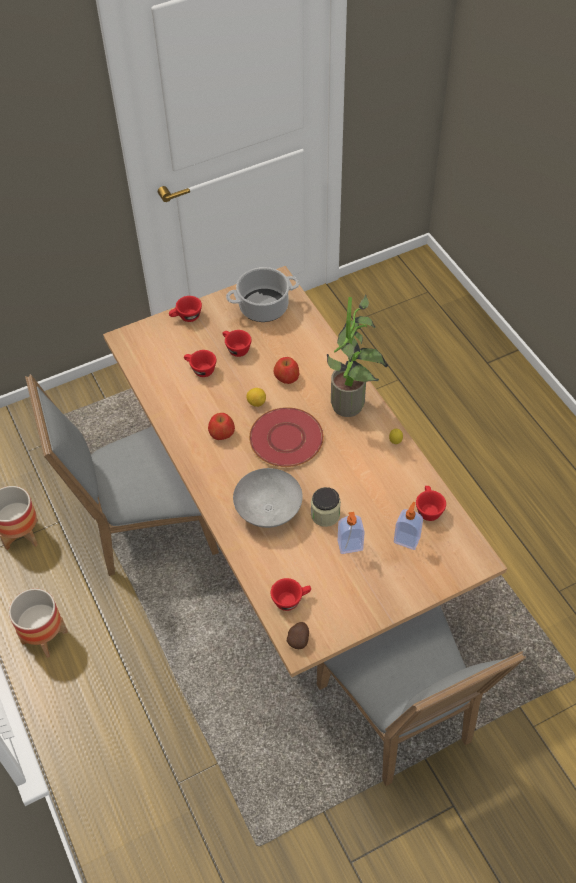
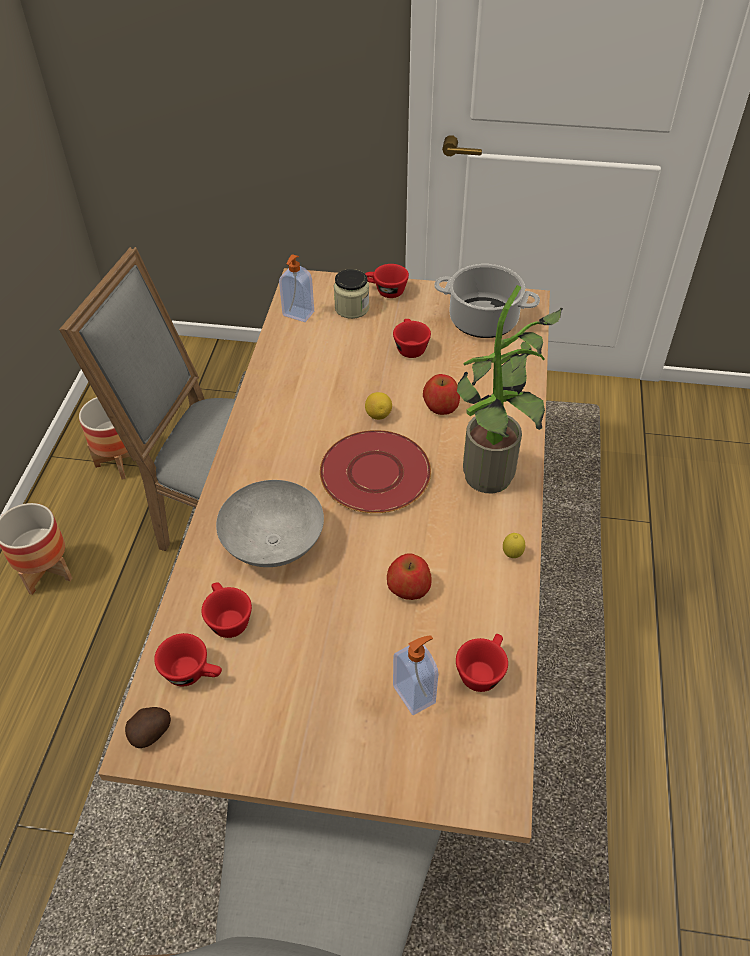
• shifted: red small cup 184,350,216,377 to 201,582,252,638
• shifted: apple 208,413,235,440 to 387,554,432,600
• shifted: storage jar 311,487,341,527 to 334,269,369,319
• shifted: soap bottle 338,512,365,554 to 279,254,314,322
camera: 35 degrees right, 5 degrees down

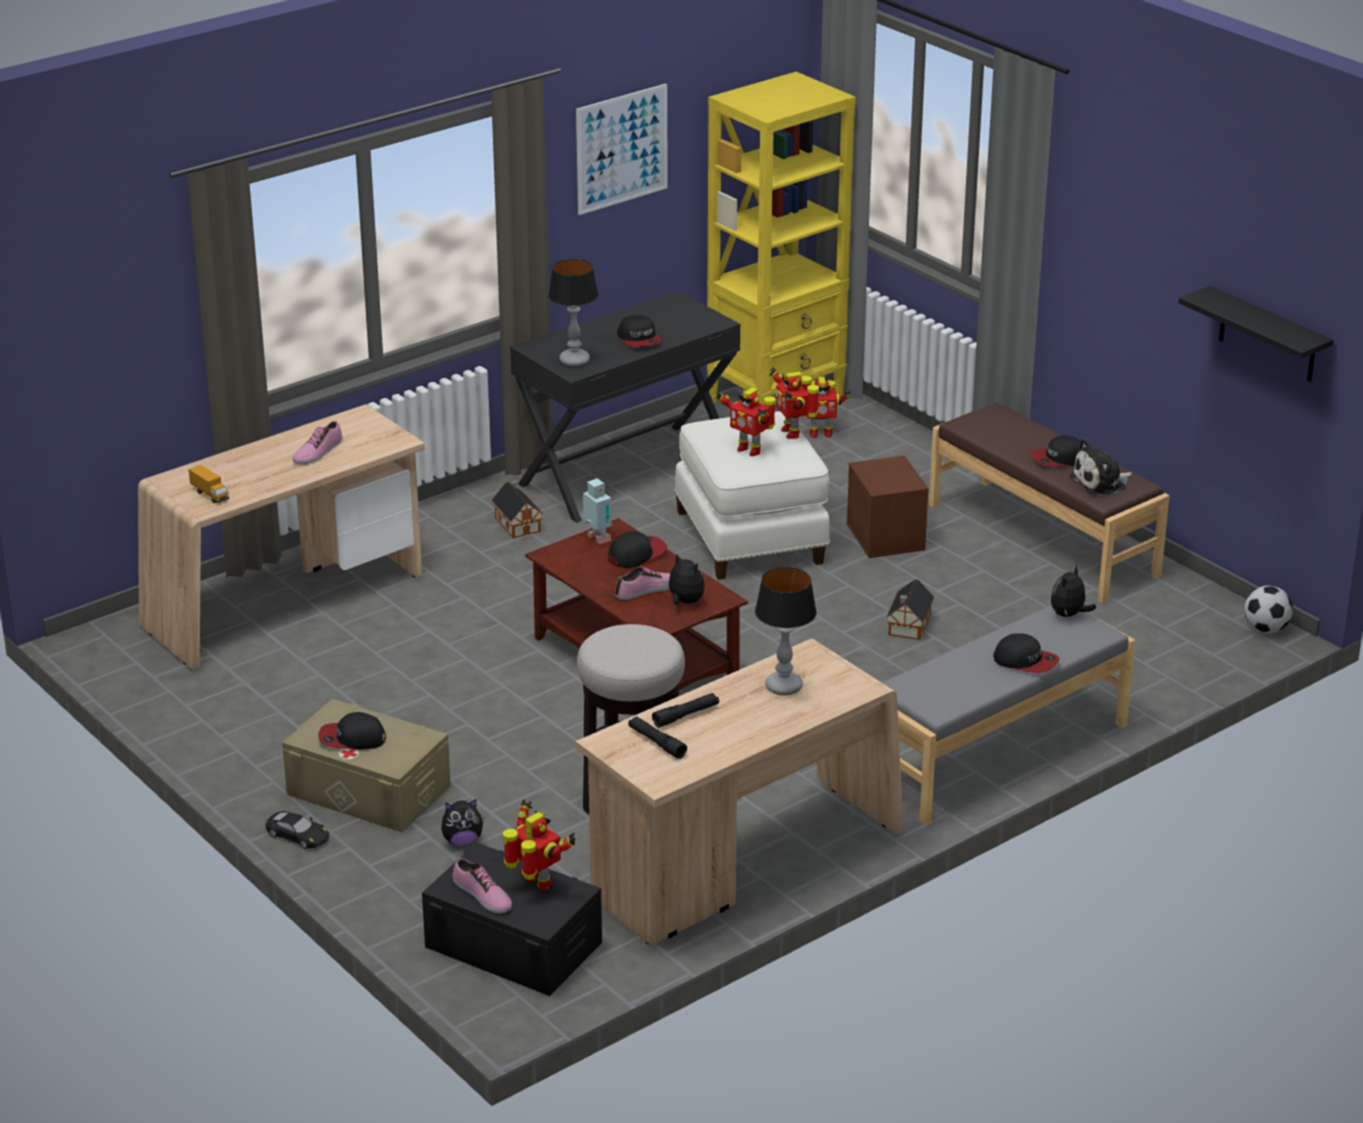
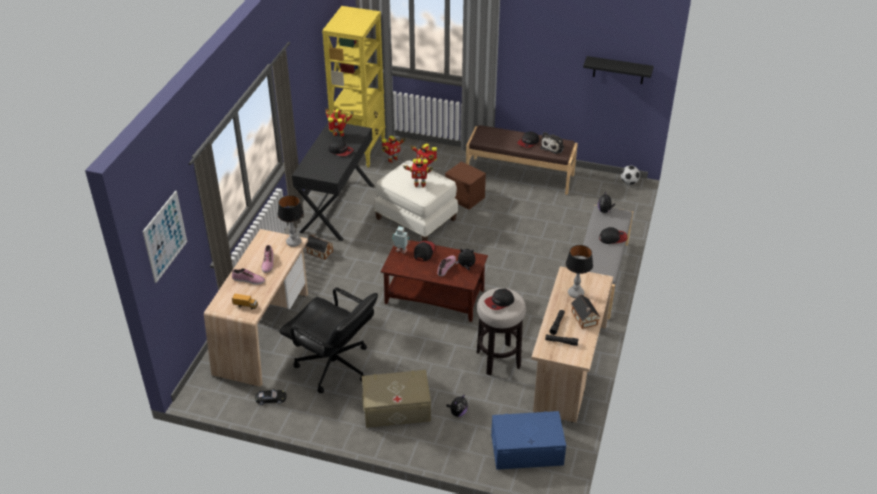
• shifted: black-coloured toy car 265,811,329,849 to 255,389,287,405
• shifted: cap 318,712,386,750 to 484,289,514,310
• repainted: black-coloured storage bin 422,843,602,996 to blue storage bin 491,411,566,470
• shifted: low shoe 452,858,512,913 to 232,268,265,285
• shifted: toy robot 503,799,575,891 to 325,107,354,137
• shifted: tabletop lamp 548,259,598,367 to 278,195,304,247
• shifted: wall art 576,84,668,215 to 142,191,187,283
• shifted: miniature house 886,579,934,640 to 571,294,600,329
• new: black-coloured office chair 279,288,378,393
camera: 35 degrees left, 10 degrees up

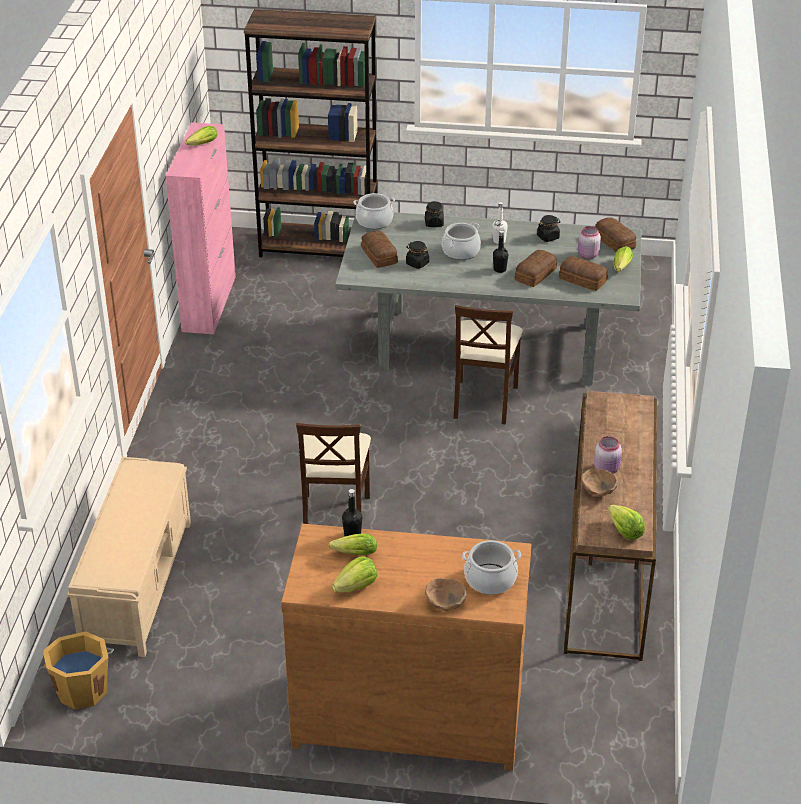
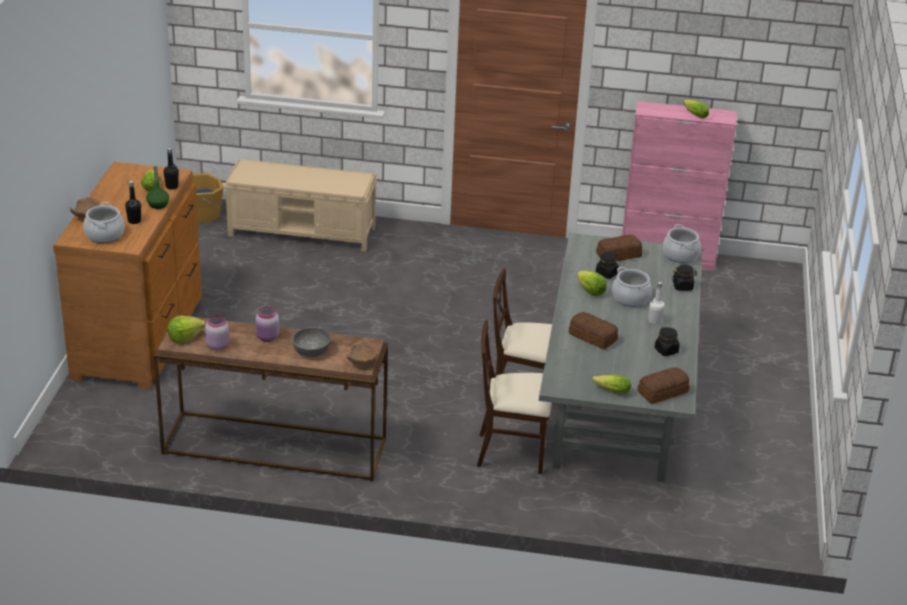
• gone: brown shelving unit 244,9,377,257
• shifted: beige upright chair 296,423,371,524 to 477,320,552,474
• shifted: lettuce head 332,556,377,593 to 576,271,606,296
• shifted: black-coloured beverage bottle 493,230,508,273 to 125,181,141,224
• gone: baked bread 559,256,608,291
• shifted: pinkish storage jar 578,226,601,259 to 205,315,230,351
• shifted: brown bowl 581,469,618,497 to 346,341,377,365
• new: greenish beverage bottle 146,166,169,209
• new: gray bowl 292,327,331,357
camera: 90 degrees right, 5 degrees down

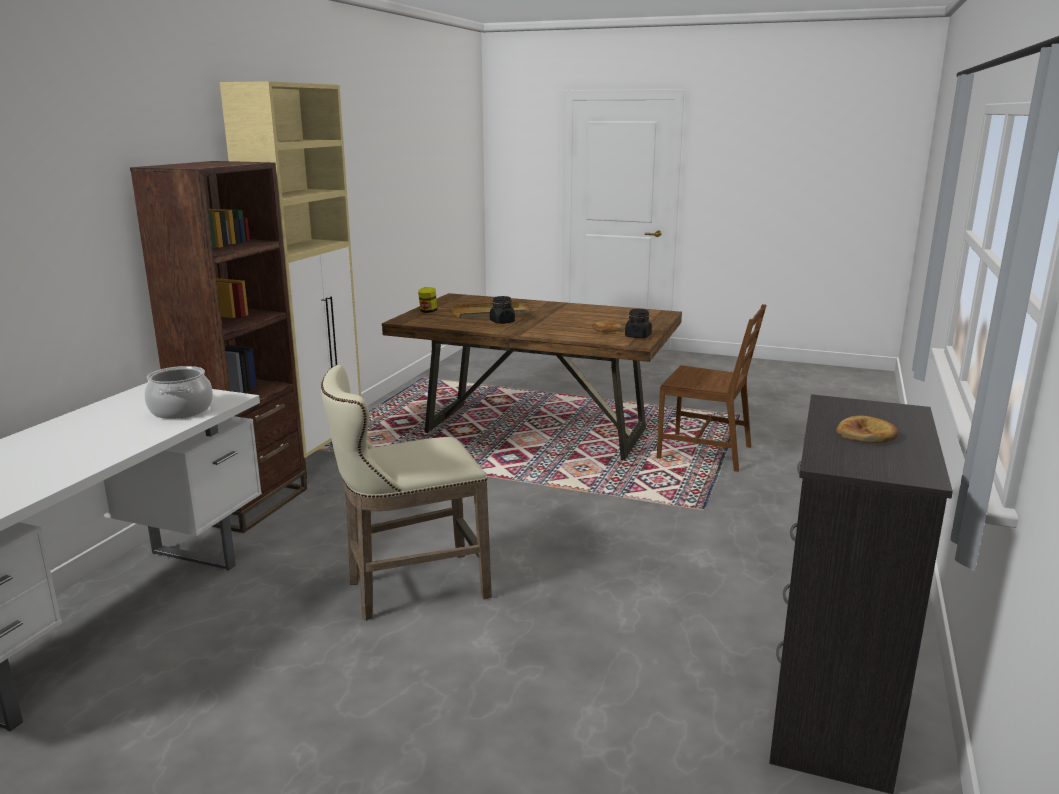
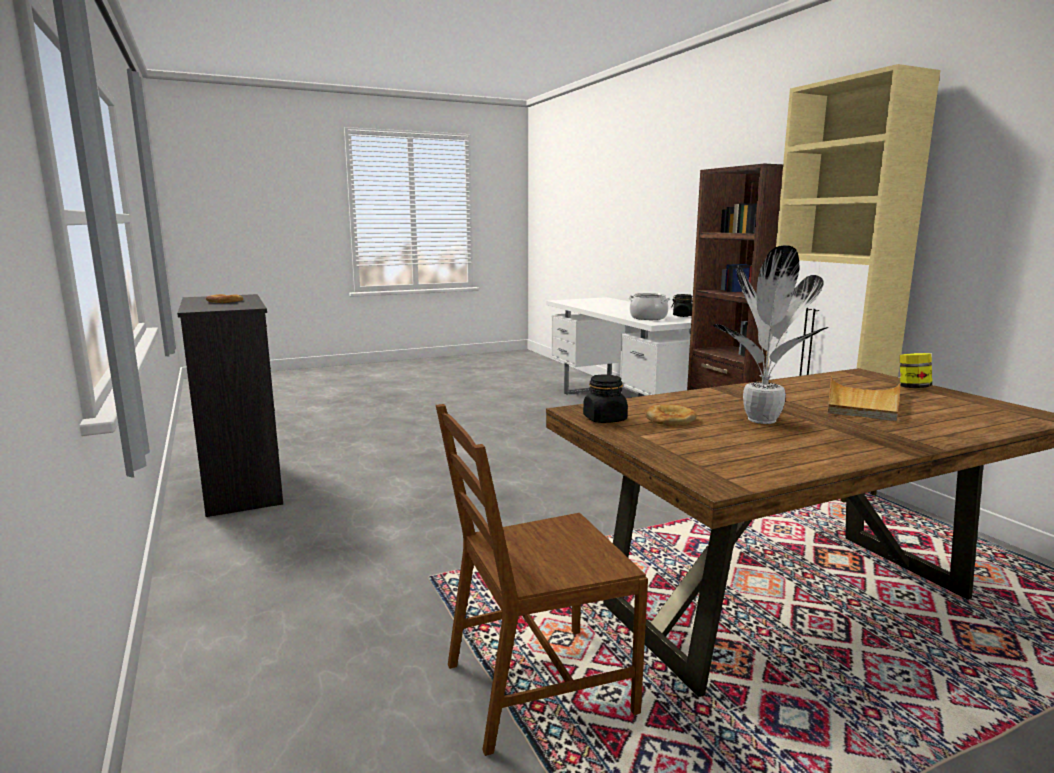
• gone: beige sitting stool 321,365,492,621
• shifted: black-coloured storage jar 490,296,515,324 to 671,294,693,317
• new: potted plant 713,245,829,424
camera: 135 degrees right, 5 degrees down

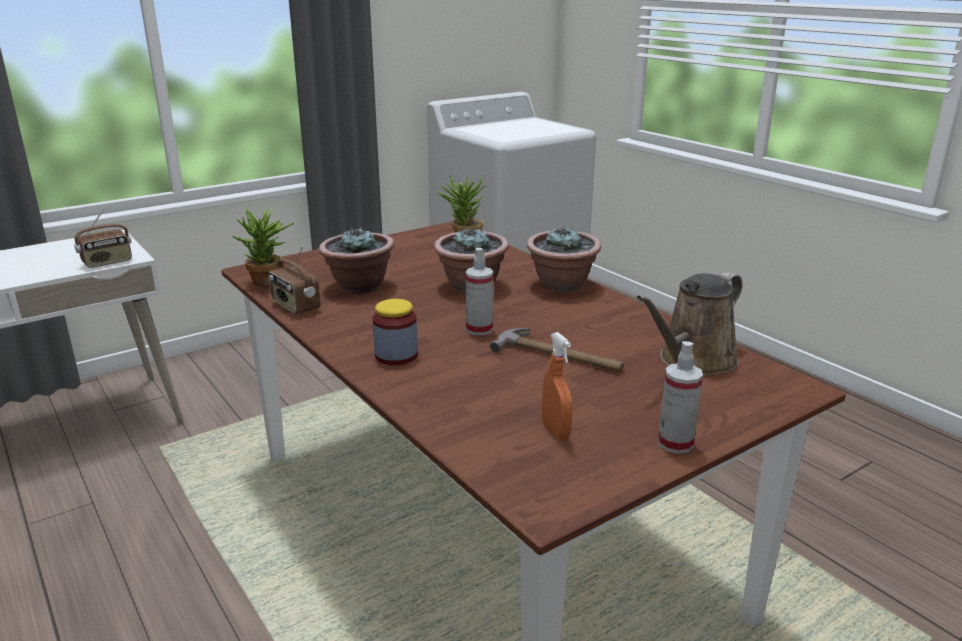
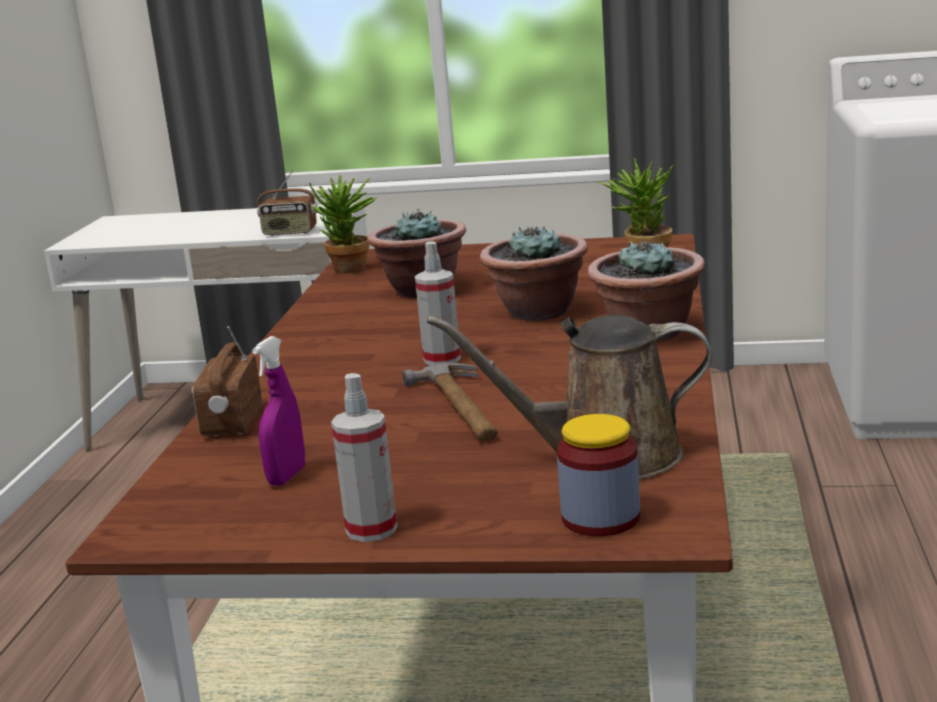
• shifted: radio set 269,246,321,314 to 192,326,262,436
• shifted: storage jar 372,299,418,365 to 557,414,640,536
• repainted: orange hand sprayer 542,332,573,441 to purplish hand sprayer 252,336,305,486
camera: 45 degrees right, 5 degrees down

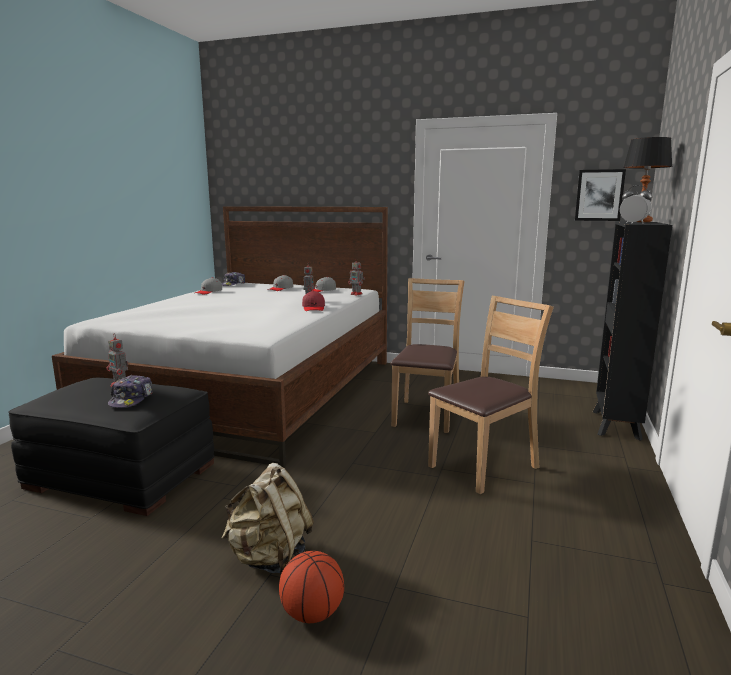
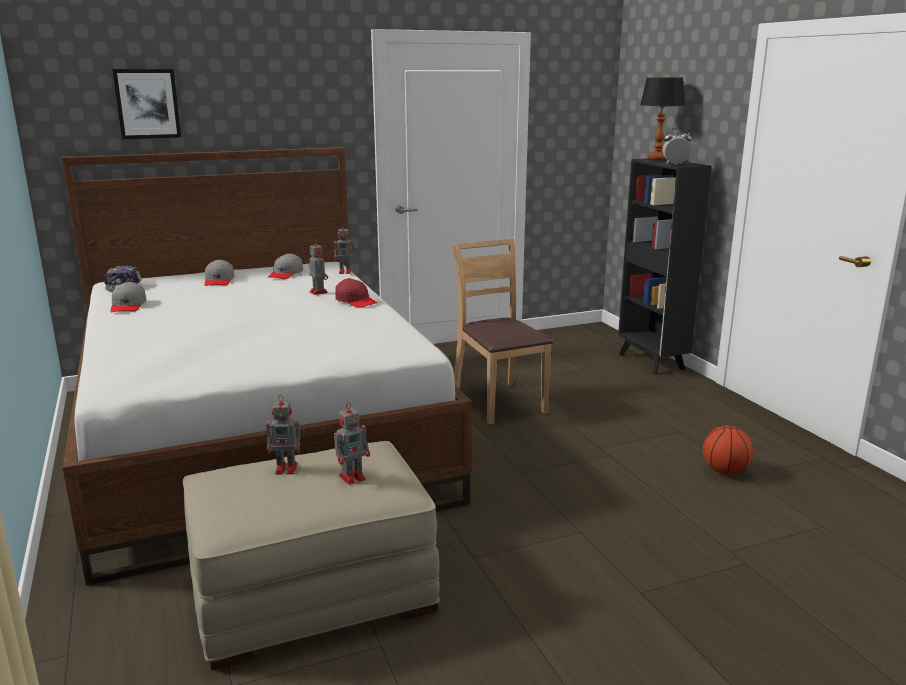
• repainted: black-coloured footrest 8,378,215,516 to beige footrest 183,441,440,670
• swapped: cap 108,375,153,408 to toy robot 334,402,370,485
• gone: beige knapsack 221,463,314,573
• shifted: ball for basketball 279,551,344,623 to 703,426,754,475
• gone: brown upright chair 428,296,554,494
• shifted: wall art 575,169,626,221 to 112,69,181,139
camera: 40 degrees left, 5 degrees up

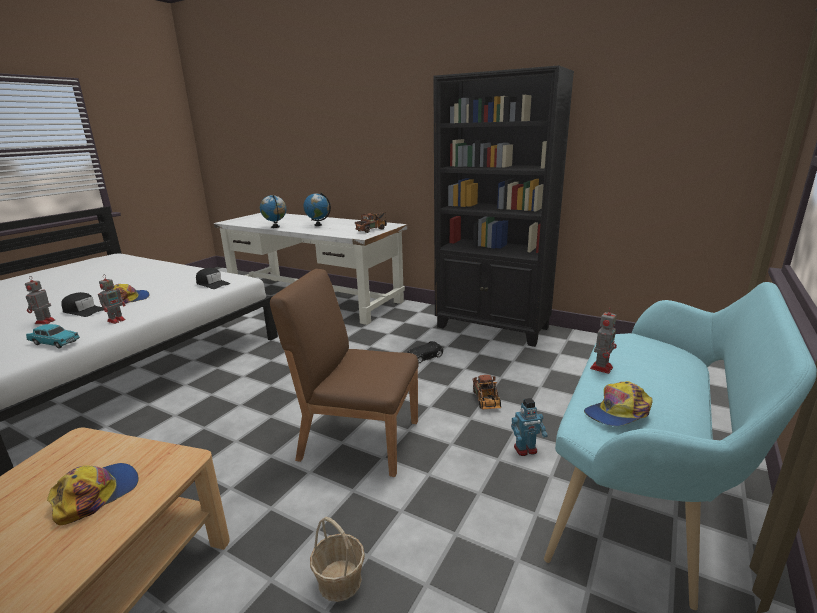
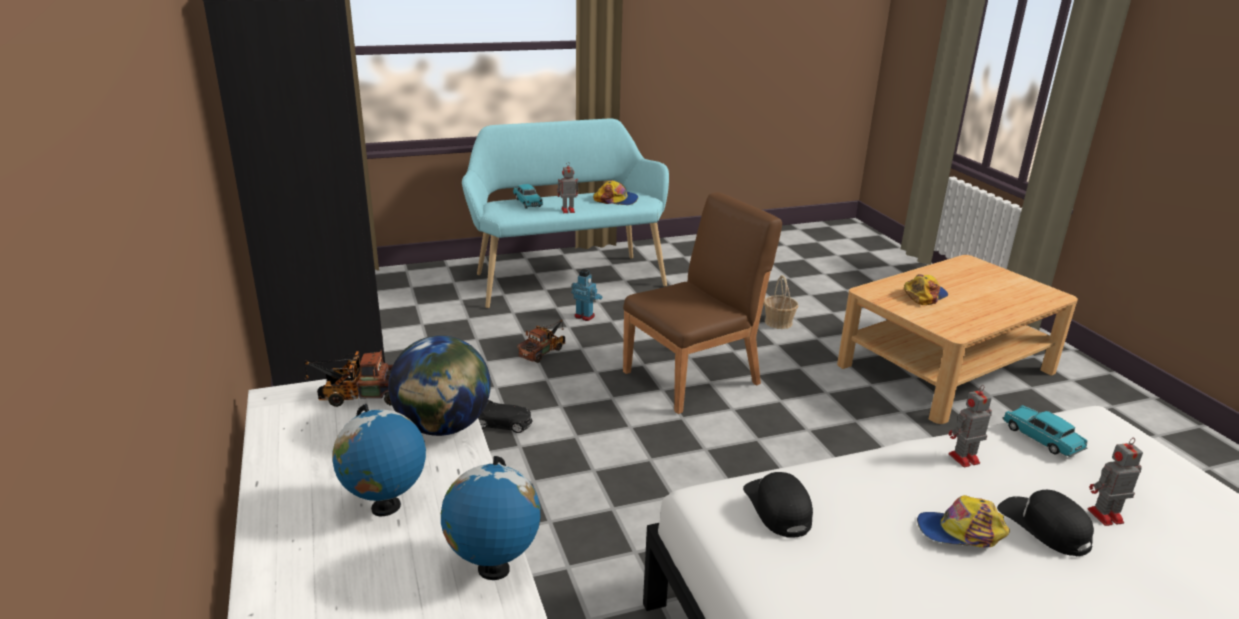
• rotated: toy robot 25,277,55,324 = 1088,438,1143,526 150 degrees counterclockwise
• rotated: cap 47,463,139,525 = 904,274,948,305 150 degrees clockwise
• rotated: brown upright chair 270,269,419,477 = 623,192,782,414 90 degrees counterclockwise
• new: globe 388,336,491,436
• new: turquoise toy car 513,184,543,209
camera: 140 degrees left, 5 degrees up

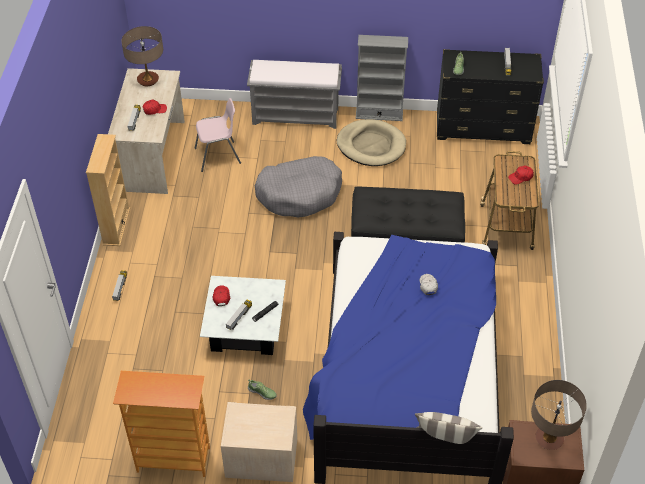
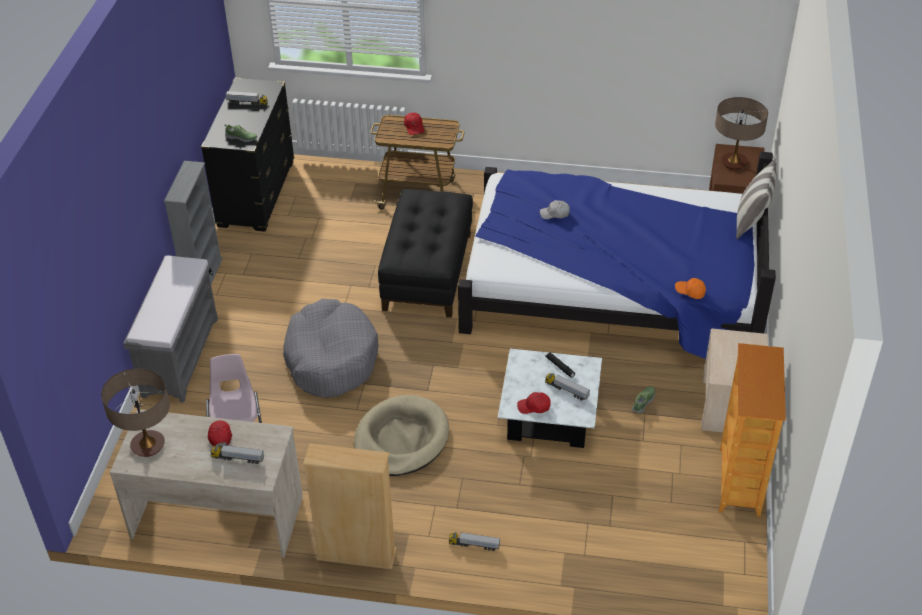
• shifted: beige dog cushion 337,119,406,166 to 354,395,449,476
• new: orange cap 675,278,706,299
camera: 85 degrees left, 5 degrees down

